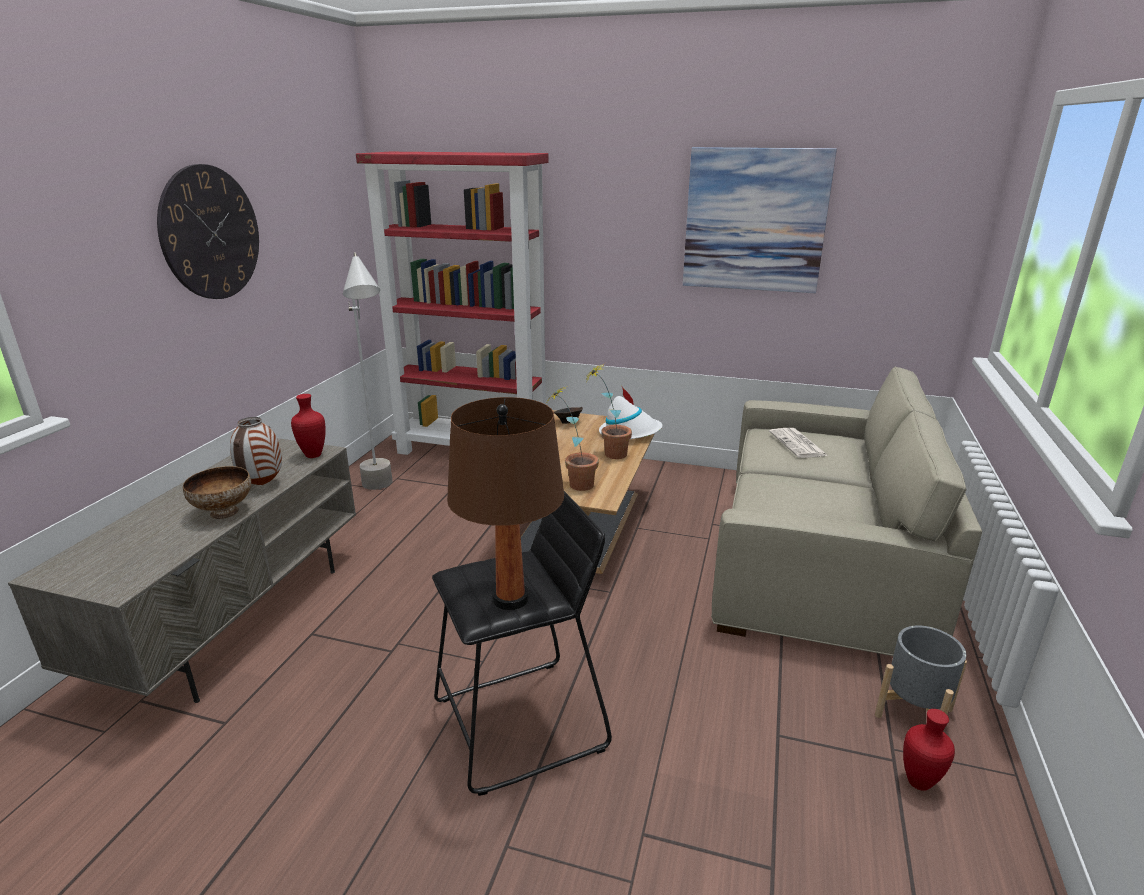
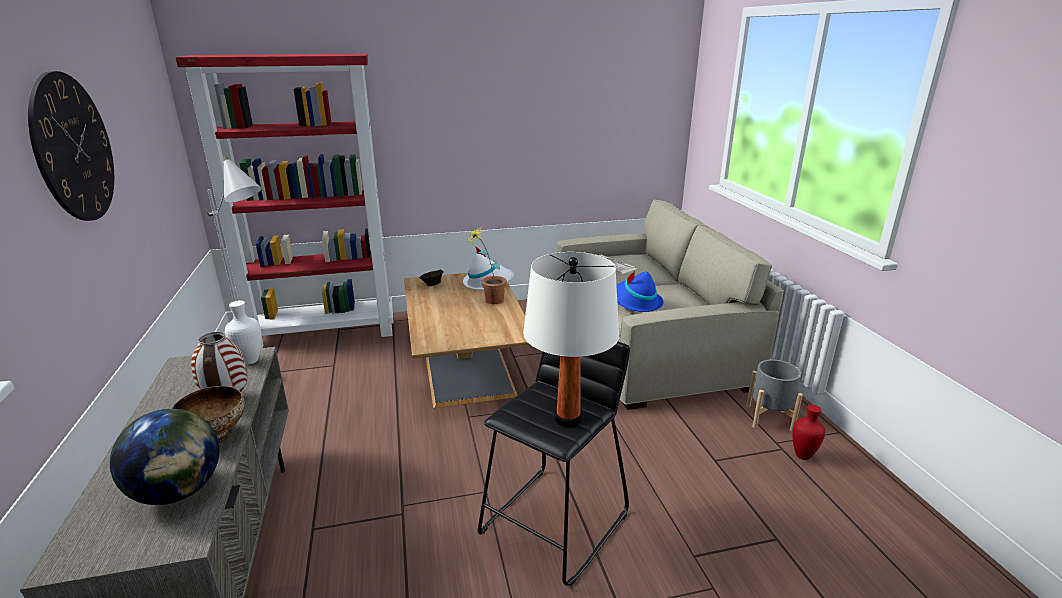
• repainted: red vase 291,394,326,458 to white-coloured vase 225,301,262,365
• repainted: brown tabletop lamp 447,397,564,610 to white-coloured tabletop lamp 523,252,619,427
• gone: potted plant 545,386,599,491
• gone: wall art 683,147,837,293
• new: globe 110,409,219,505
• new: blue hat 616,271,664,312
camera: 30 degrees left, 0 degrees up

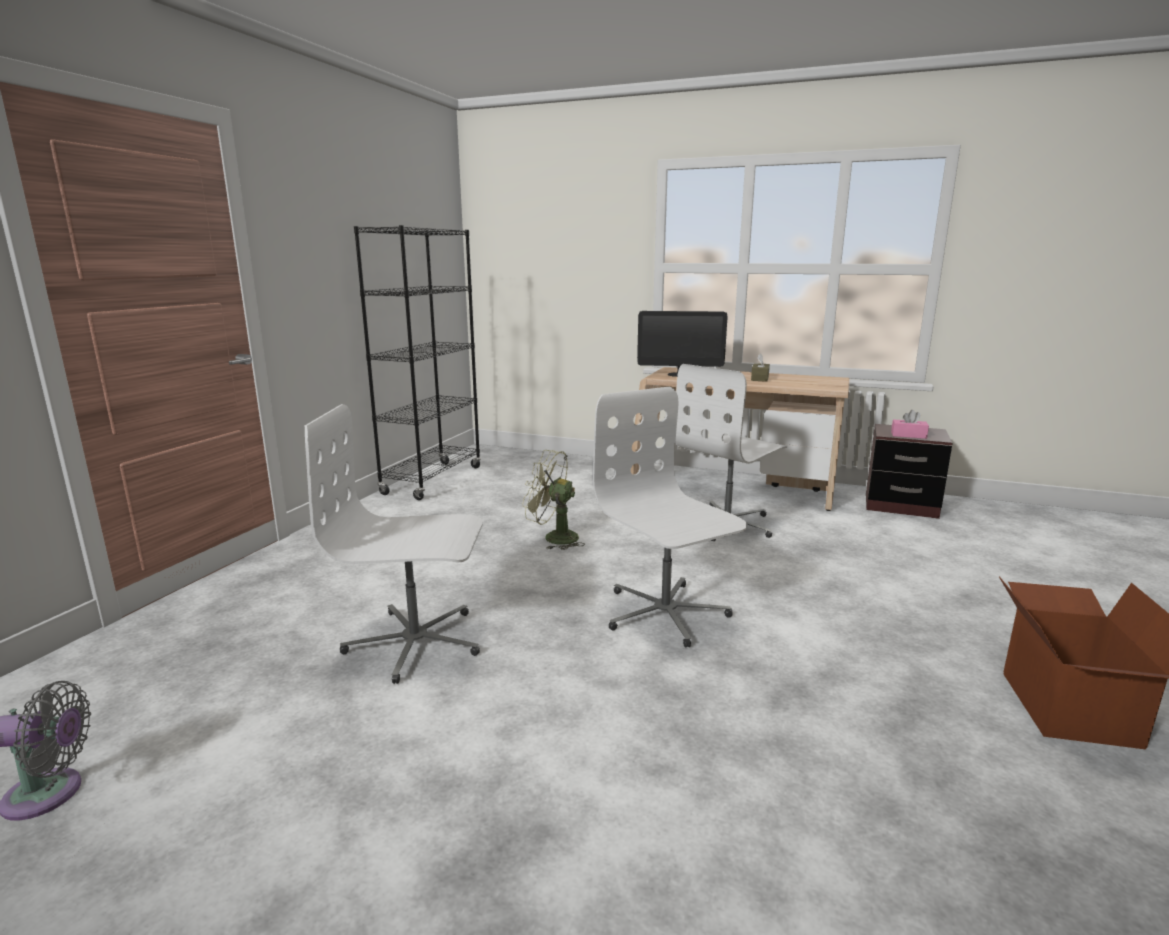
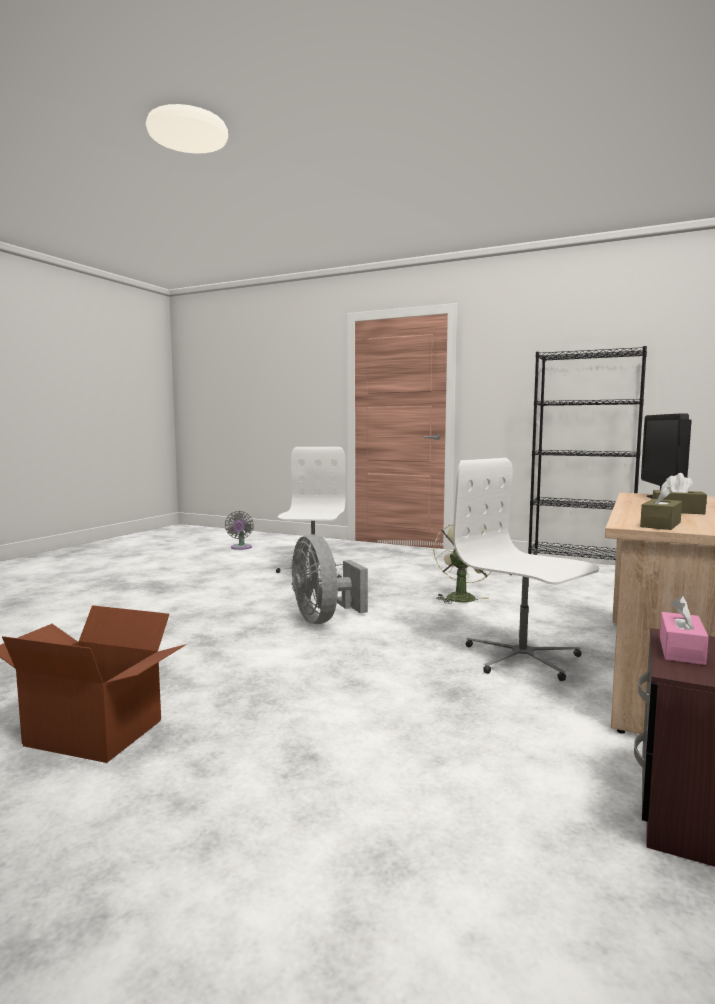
• swapped: white-coloured office chair 593,387,748,648 to gray electric fan 291,534,368,624
• new: brown box of tissues 640,481,682,530
camera: 95 degrees right, 10 degrees down

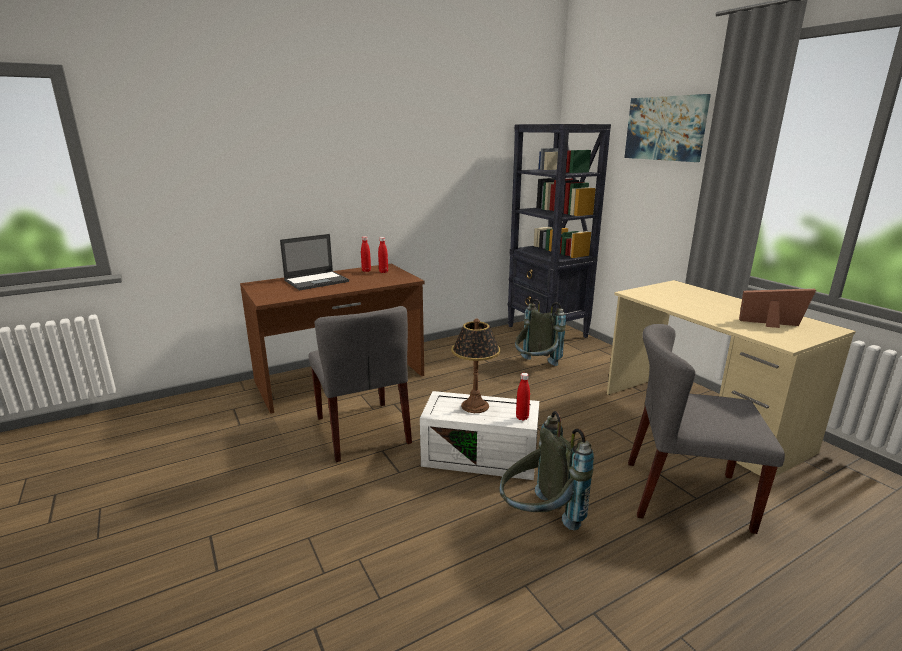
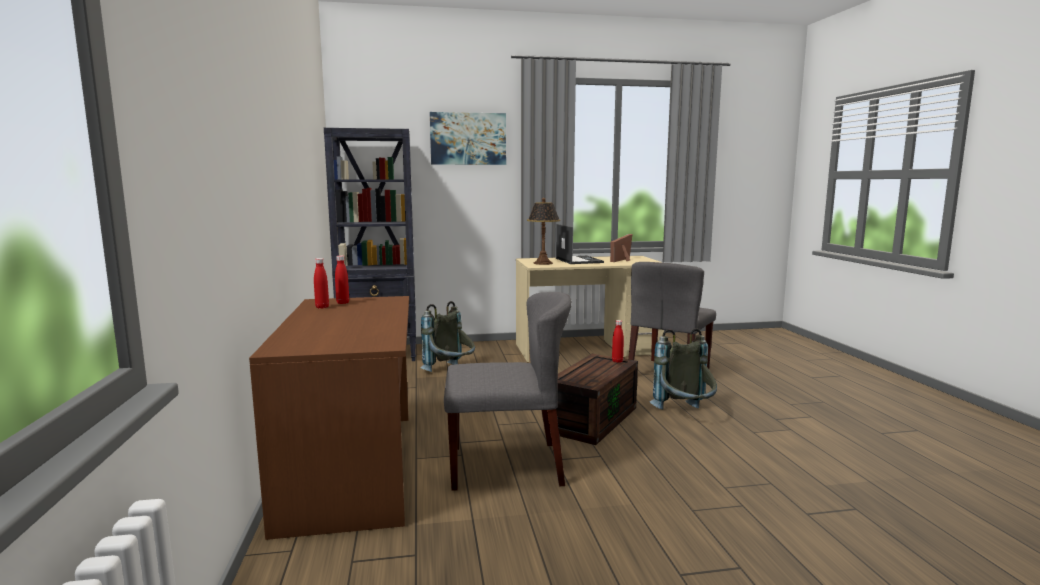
• shifted: notebook computer 280,234,349,290 to 556,224,604,264
• repainted: white-coloured storage bin 420,391,539,480 to brown storage bin 556,354,638,445
• shifted: tabletop lamp 451,318,500,413 to 527,198,560,265
camera: 70 degrees left, 10 degrees down

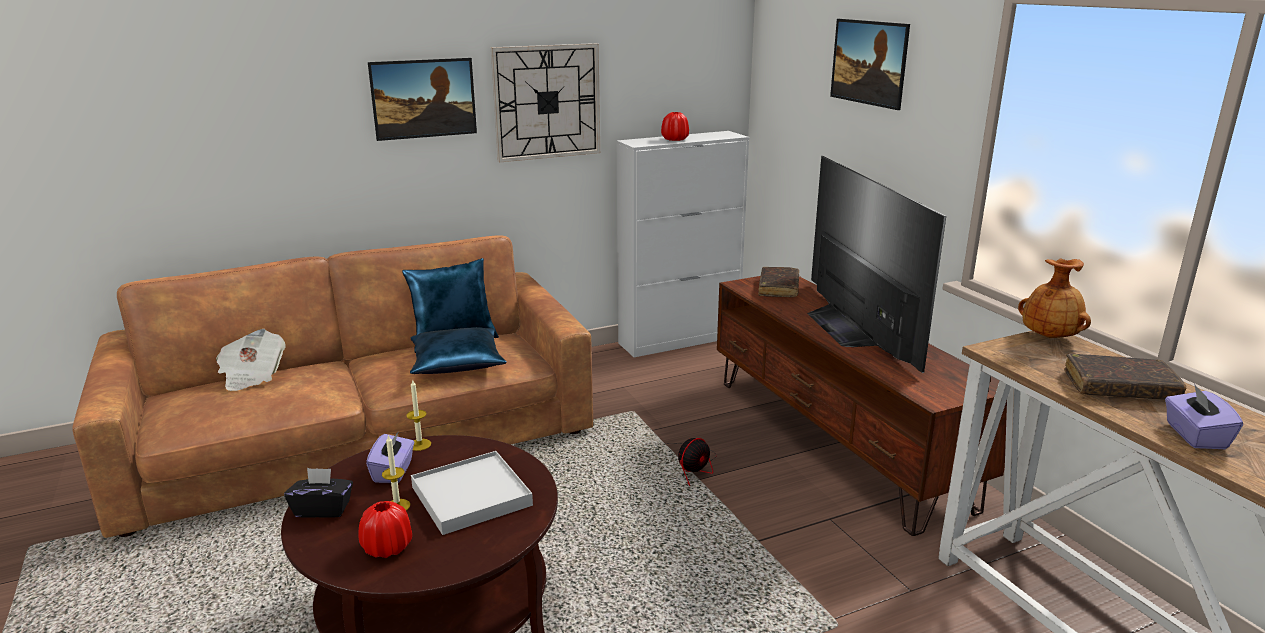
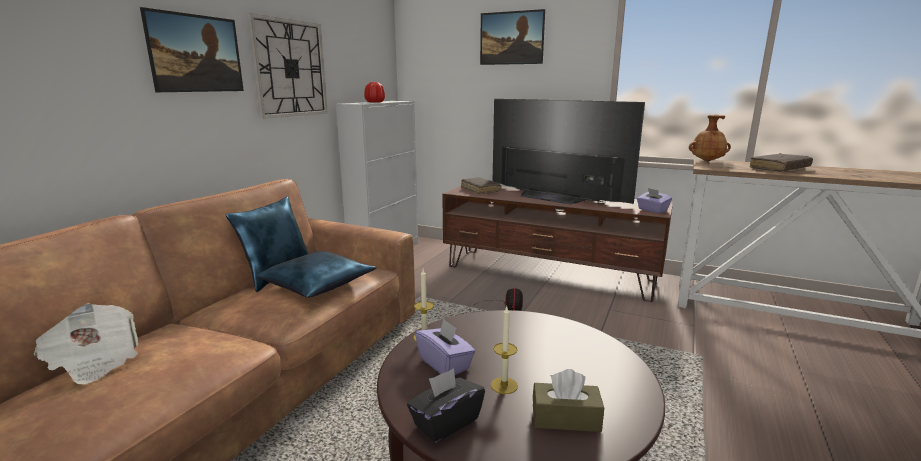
• swapped: red vase 358,501,412,558 to brown box of tissues 533,369,604,432
• gone: white-coloured tray 411,451,533,535
• shifted: purplish box of tissues 1165,384,1243,449 to 637,188,672,213
camera: 40 degrees left, 5 degrees down

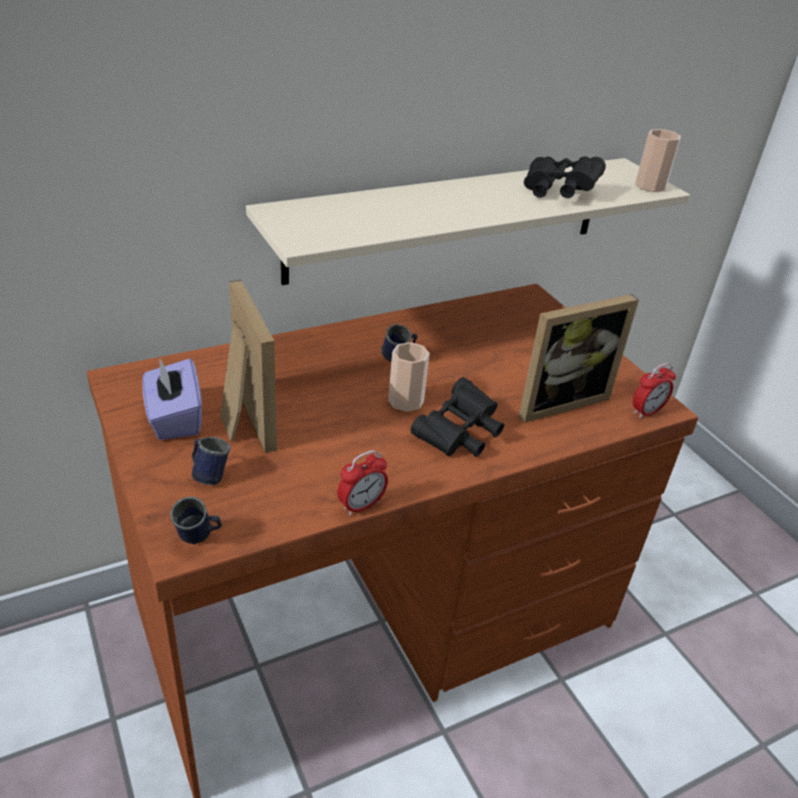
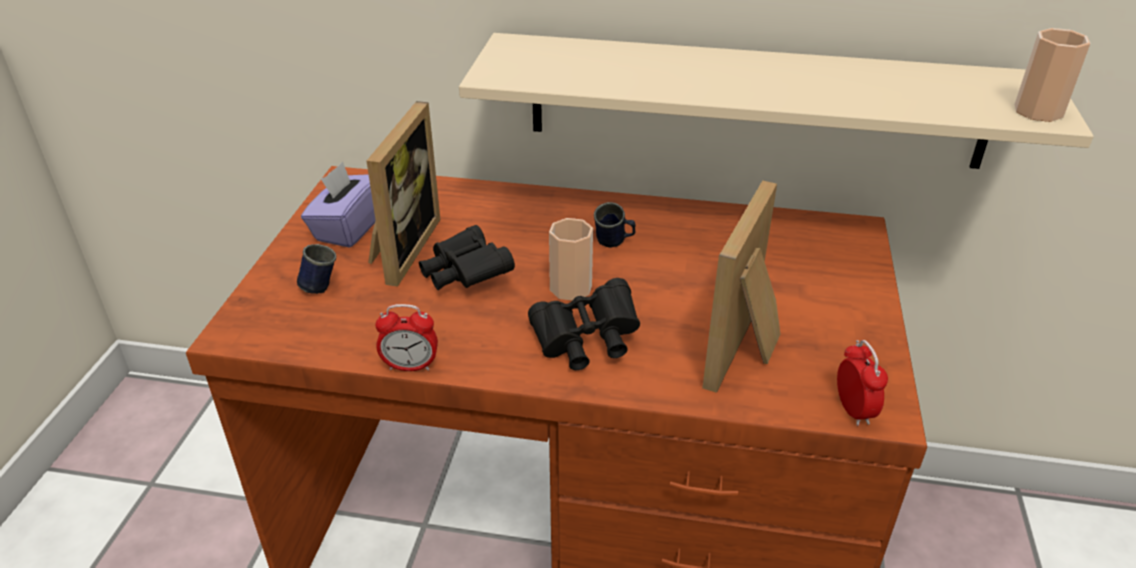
• gone: blue coffee mug 170,497,222,544
• rotated: picture frame 519,294,639,423 = 702,181,780,393 105 degrees clockwise
• shifted: black-coloured binoculars 524,156,606,198 to 419,225,515,290
• rotated: table clock 633,363,676,419 = 837,340,888,426 105 degrees counterclockwise
camera: 40 degrees right, 0 degrees up

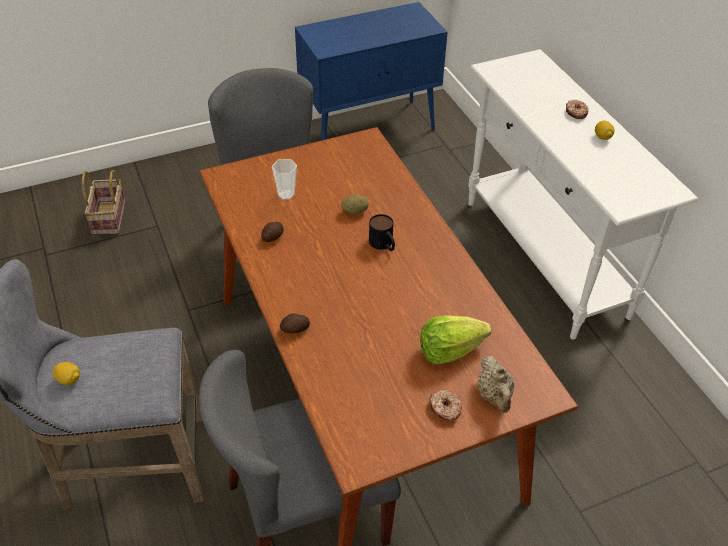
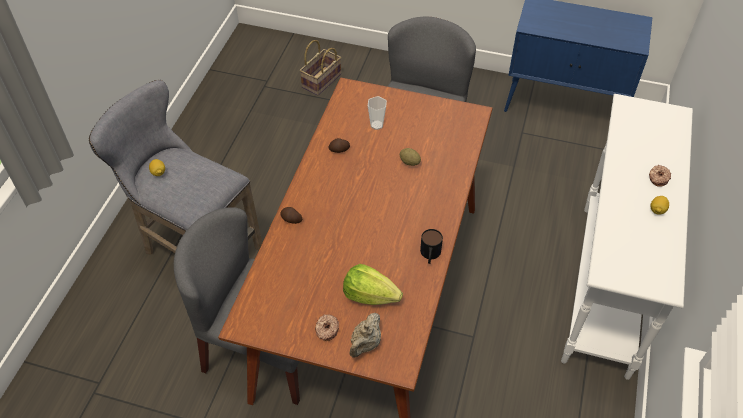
• shifted: coffee mug 369,214,395,251 to 420,229,443,264
camera: 40 degrees right, 5 degrees up

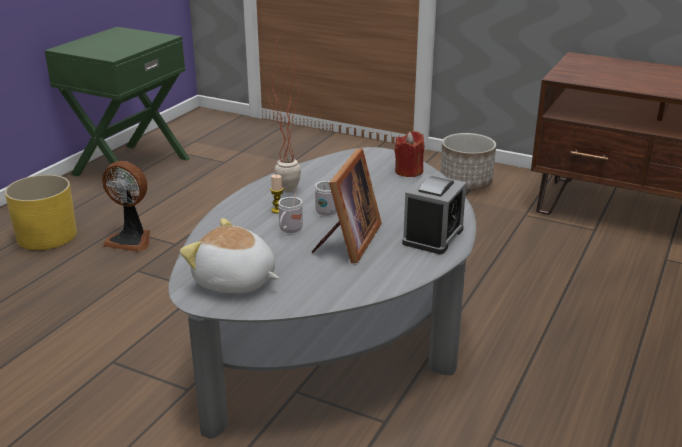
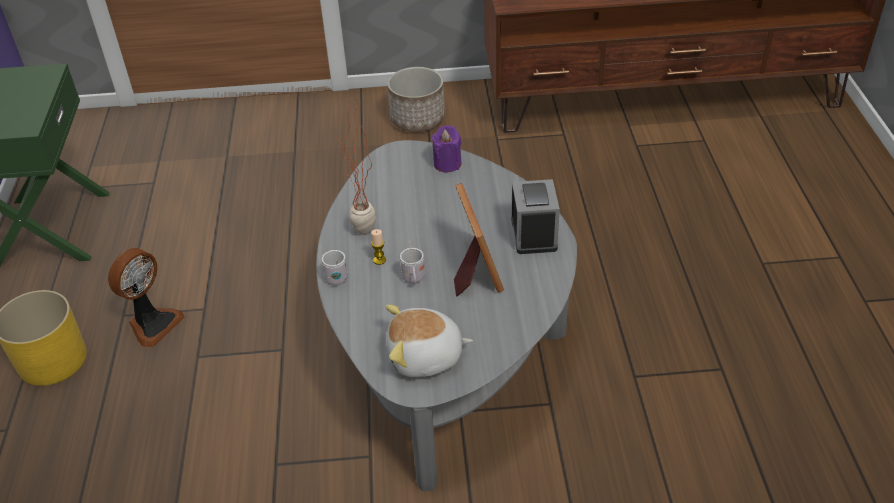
• rotated: electric fan 102,161,150,252 = 108,248,185,347 45 degrees counterclockwise
• shifted: white-coloured coffee mug 315,181,337,216 to 322,250,348,286
• repainted: red wax candle 394,131,425,177 to purplish wax candle 432,125,462,172
camera: 30 degrees left, 15 degrees up

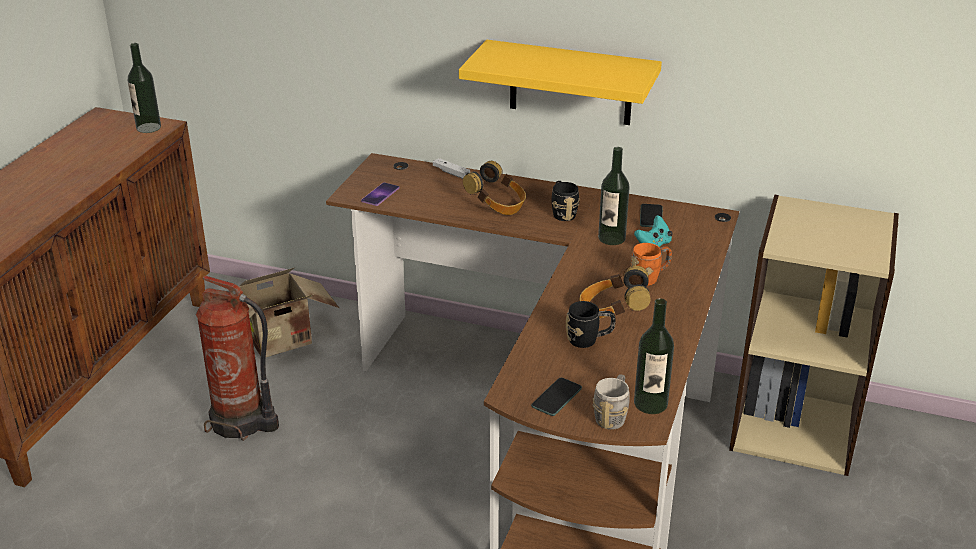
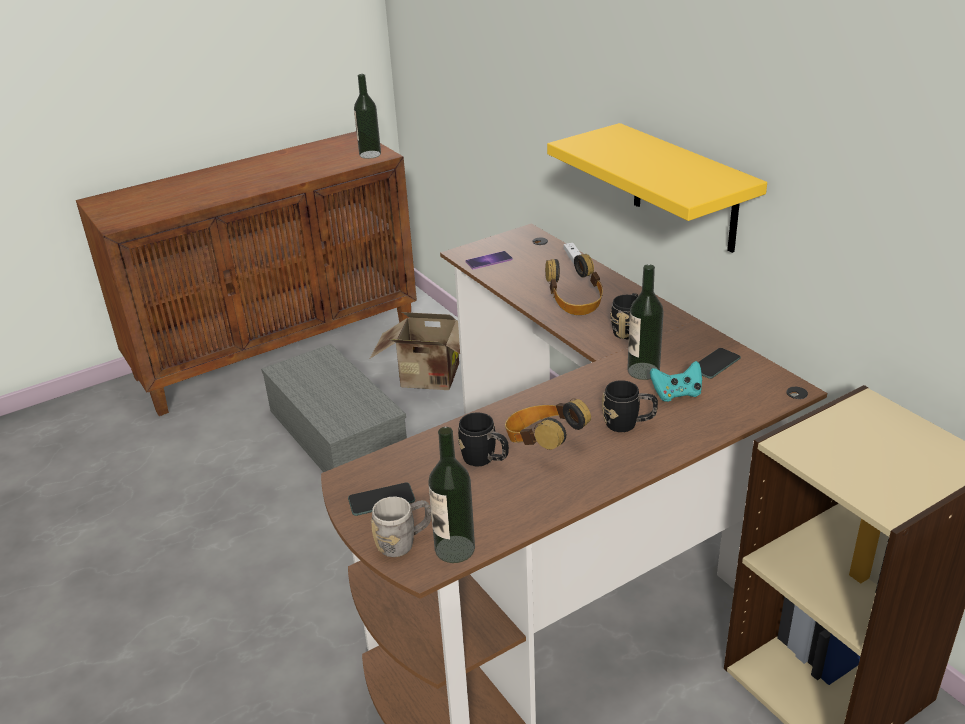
• swapped: fire extinguisher 196,276,279,441 to gray storage bin 261,344,407,472
• repainted: orange coffee mug 631,243,672,286 to black-coloured coffee mug 602,380,658,432
camera: 40 degrees right, 0 degrees up

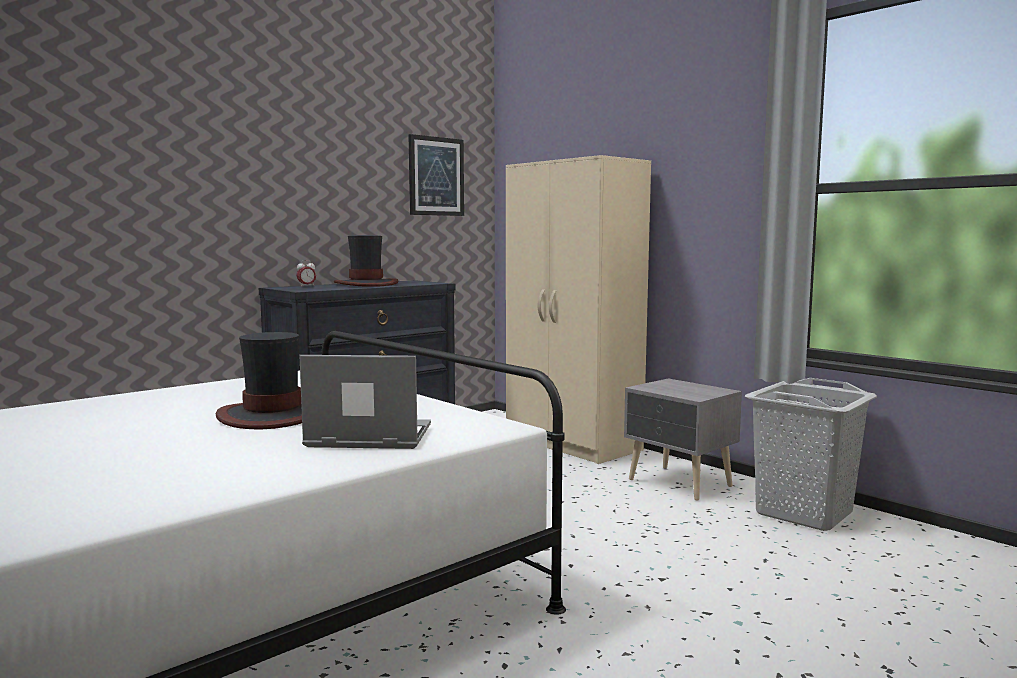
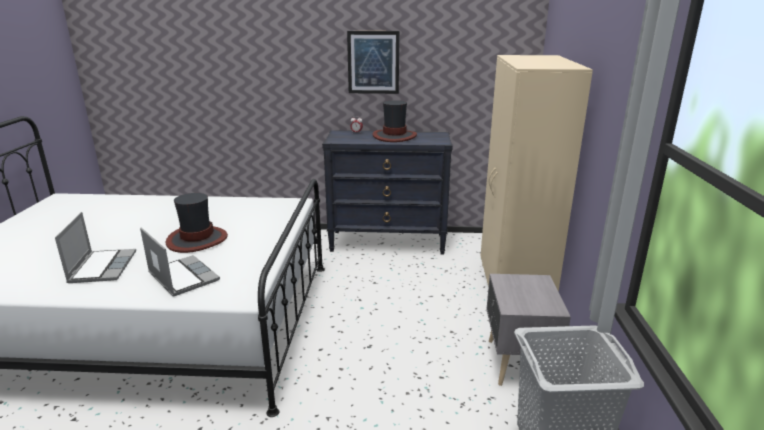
• shifted: wall art 408,134,464,216 to 347,31,399,94
• new: notebook computer 55,212,136,283
camera: 45 degrees right, 15 degrees up

